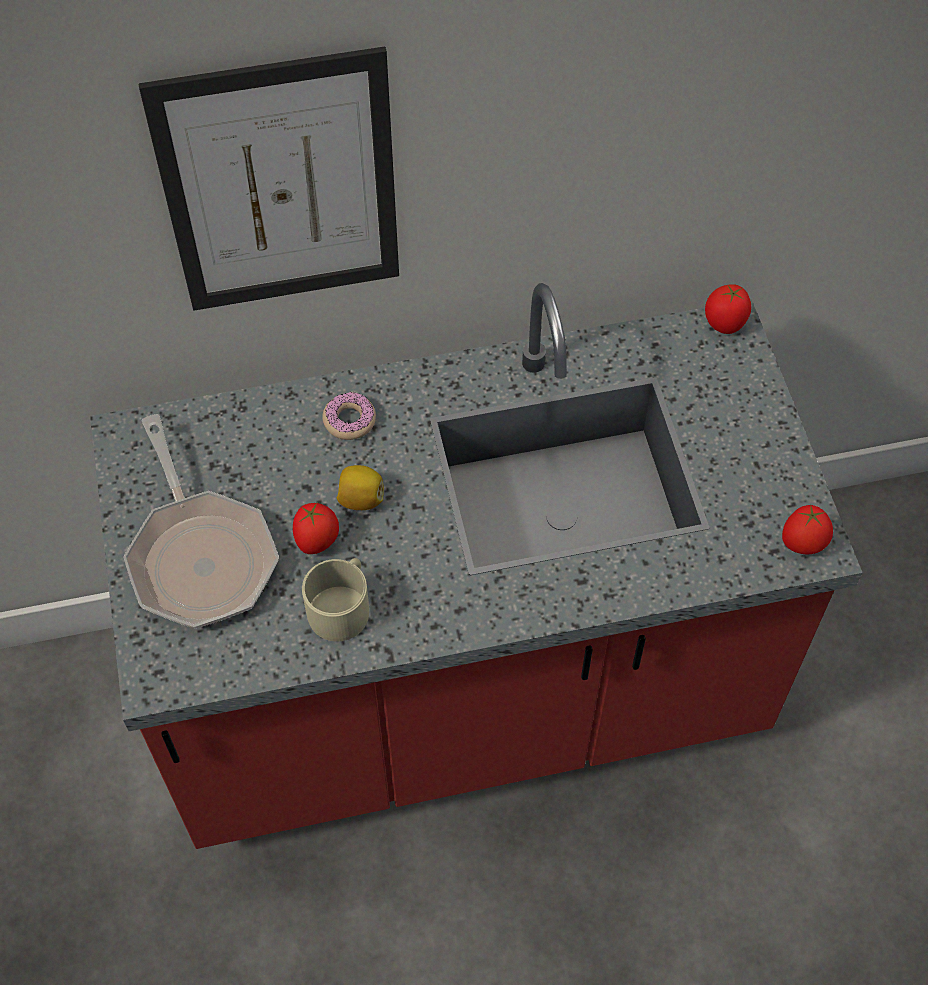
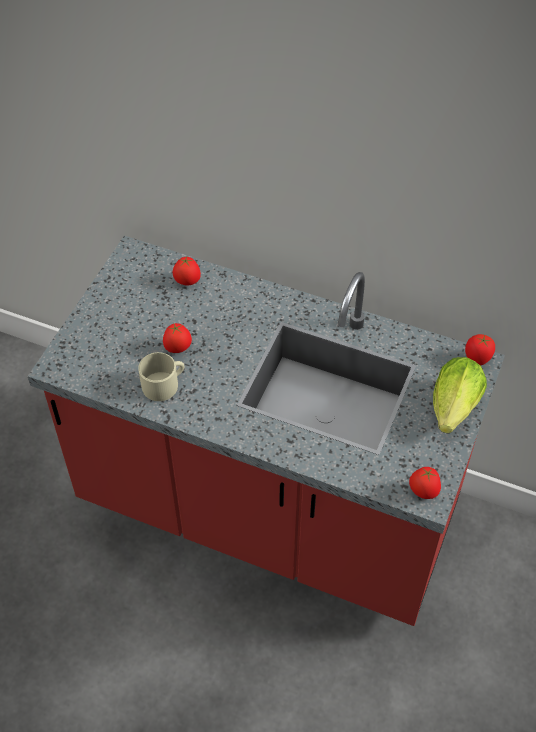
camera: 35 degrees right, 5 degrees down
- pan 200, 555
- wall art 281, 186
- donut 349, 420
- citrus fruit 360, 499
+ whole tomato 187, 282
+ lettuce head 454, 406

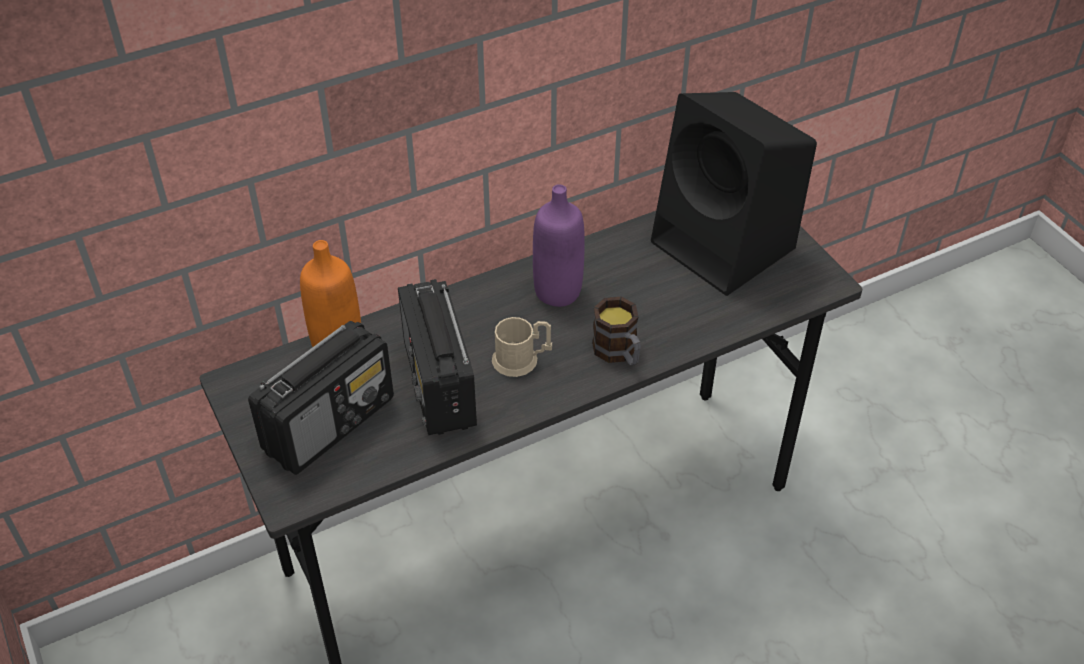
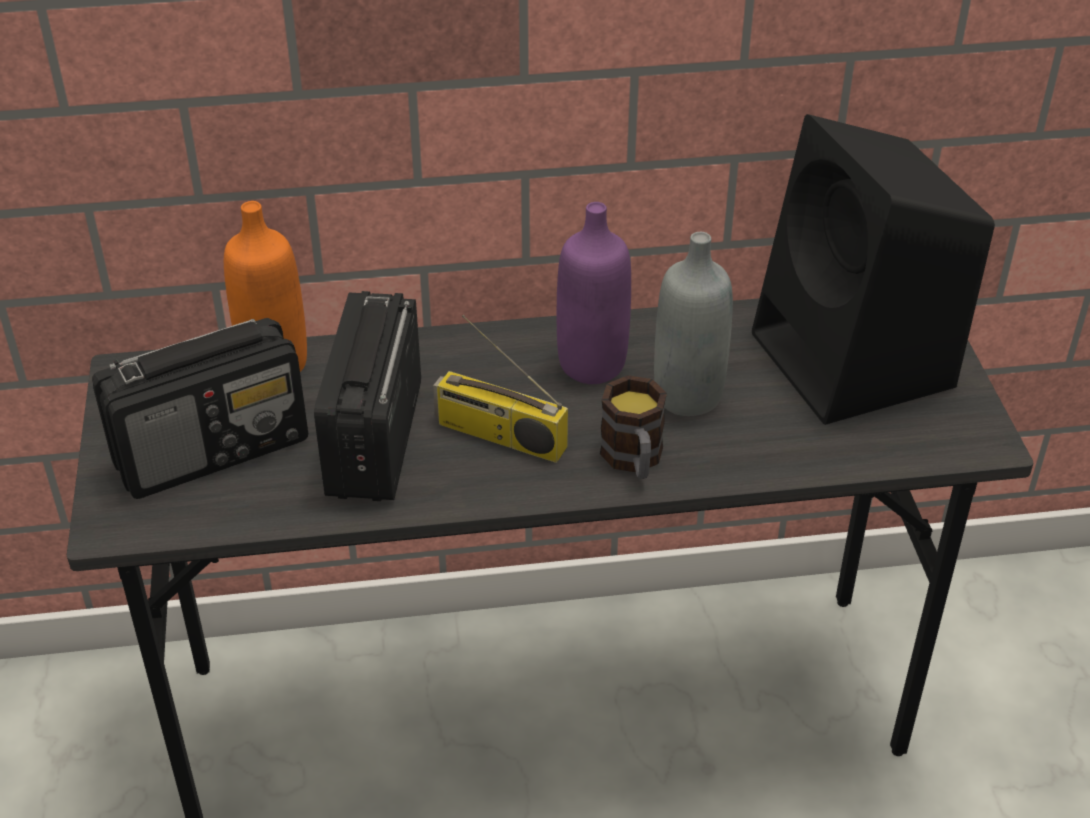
camera: 20 degrees right, 5 degrees down
+ drink bottle (grey) 687, 396
~ tea mug (sand-coloured) 521, 360 to radio set 498, 436

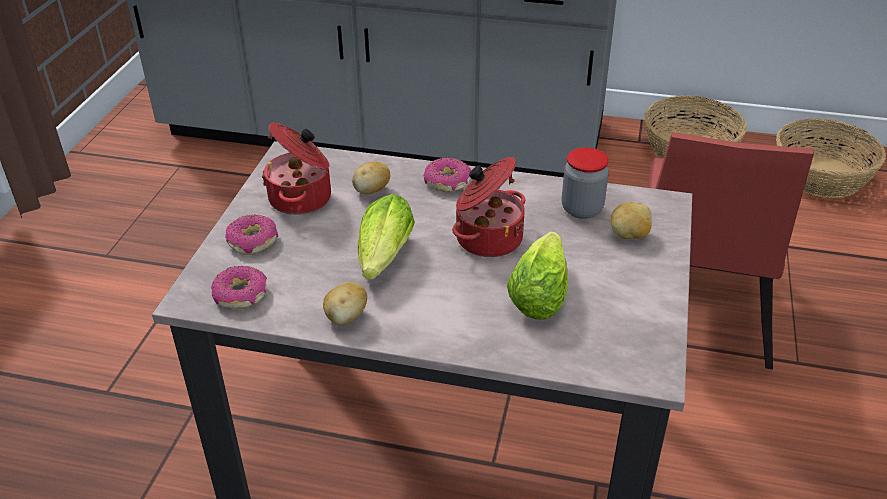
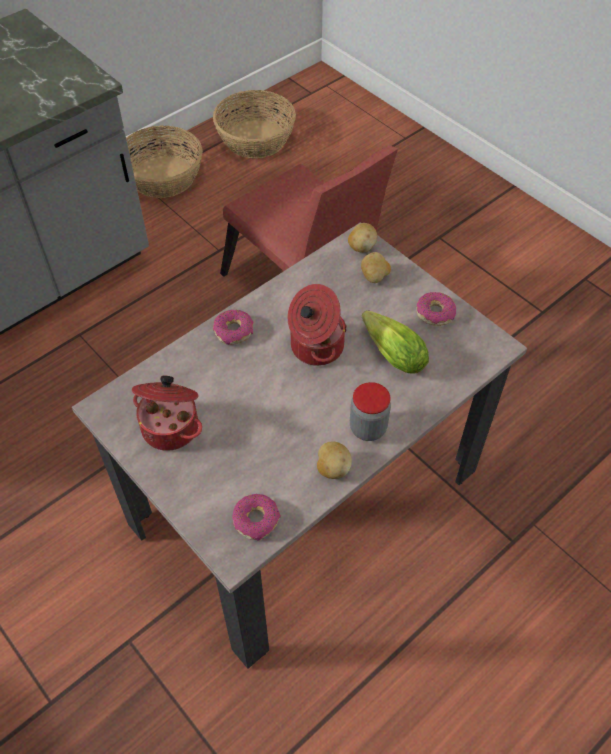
camera: 55 degrees left, 15 degrees up
- lettuce head 382, 260
~ donut 253, 241 to 435, 313
~ whole potato 371, 191 to 361, 247
~ storage jar 582, 209 to 368, 428

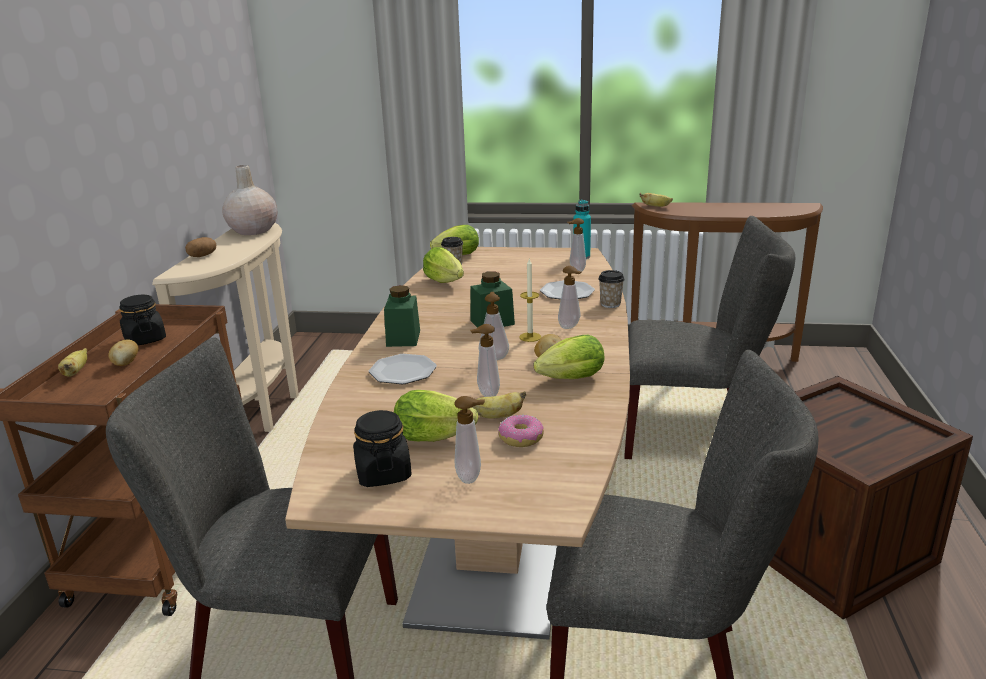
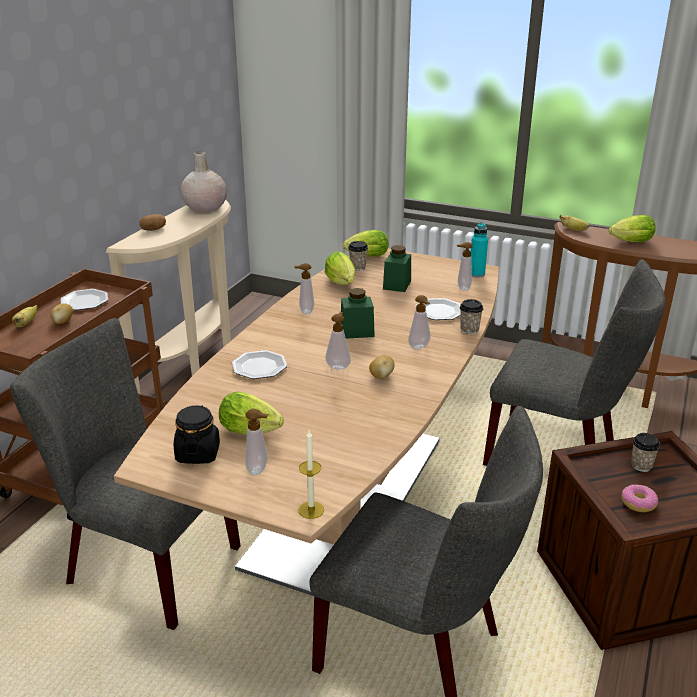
camera: 15 degrees right, 5 degrees up
- banana 497, 416
+ small cup 641, 466
~ storage jar (green-coloured) 403, 338 to 397, 285
~ soap bottle 486, 394 to 305, 311
~ donut 521, 438 to 638, 503
~ wax light 530, 337 to 311, 510
~ lettuce head 568, 380 to 629, 242
~ storage jar (black-coloured) 145, 339 to plate 85, 301

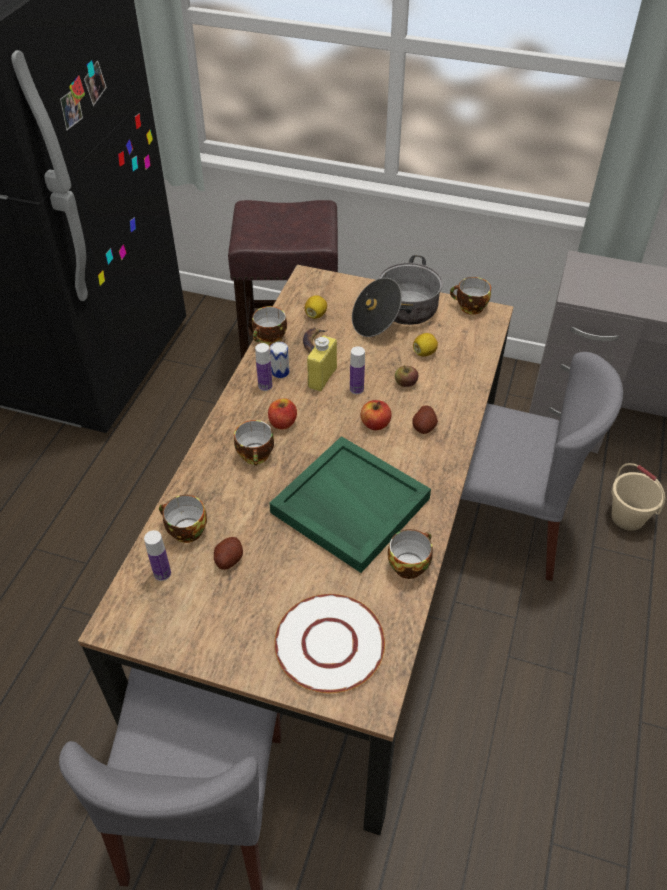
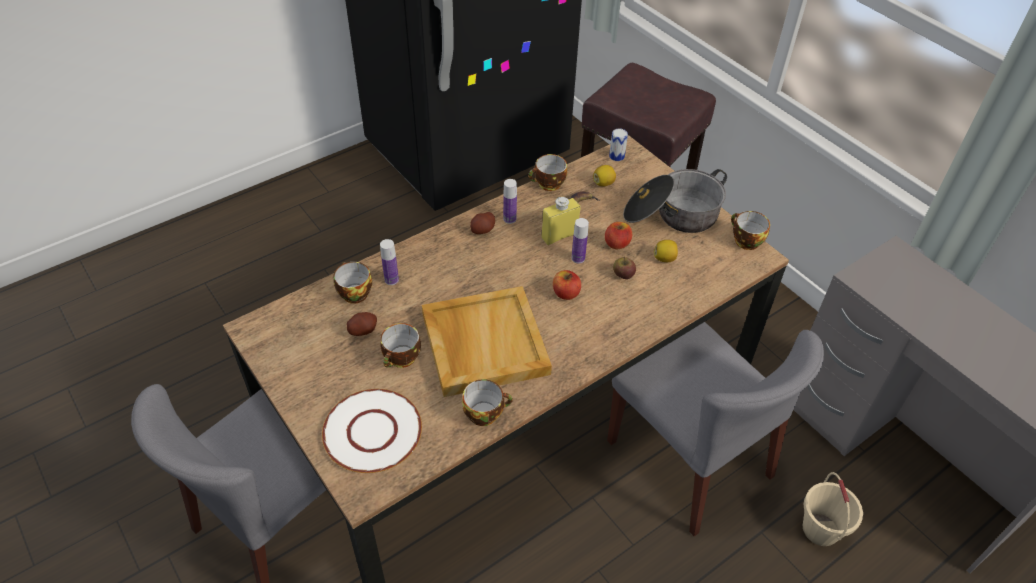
camera: 35 degrees right, 0 degrees up
~ drink bottle 162, 573 to 391, 280
~ small cup 256, 456 to 402, 359
~ apple 282, 423 to 617, 244
~ metal can 280, 372 to 616, 156
~ whole potato 424, 427 to 482, 230
~ tray (green-coloured) 348, 505 to tray (sand-coloured) 483, 343

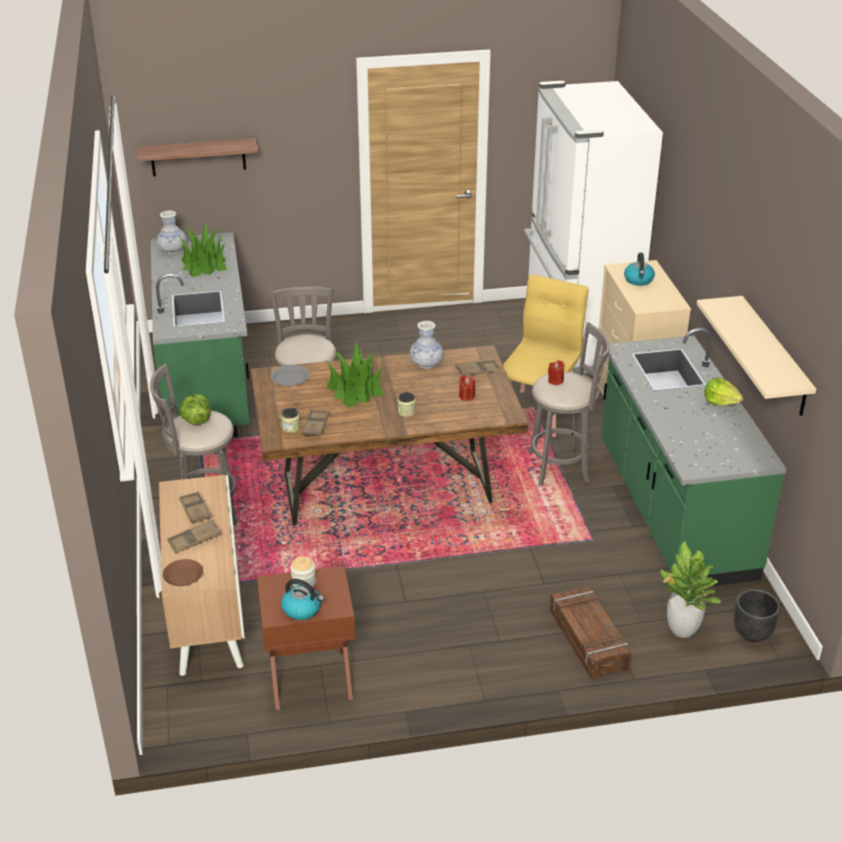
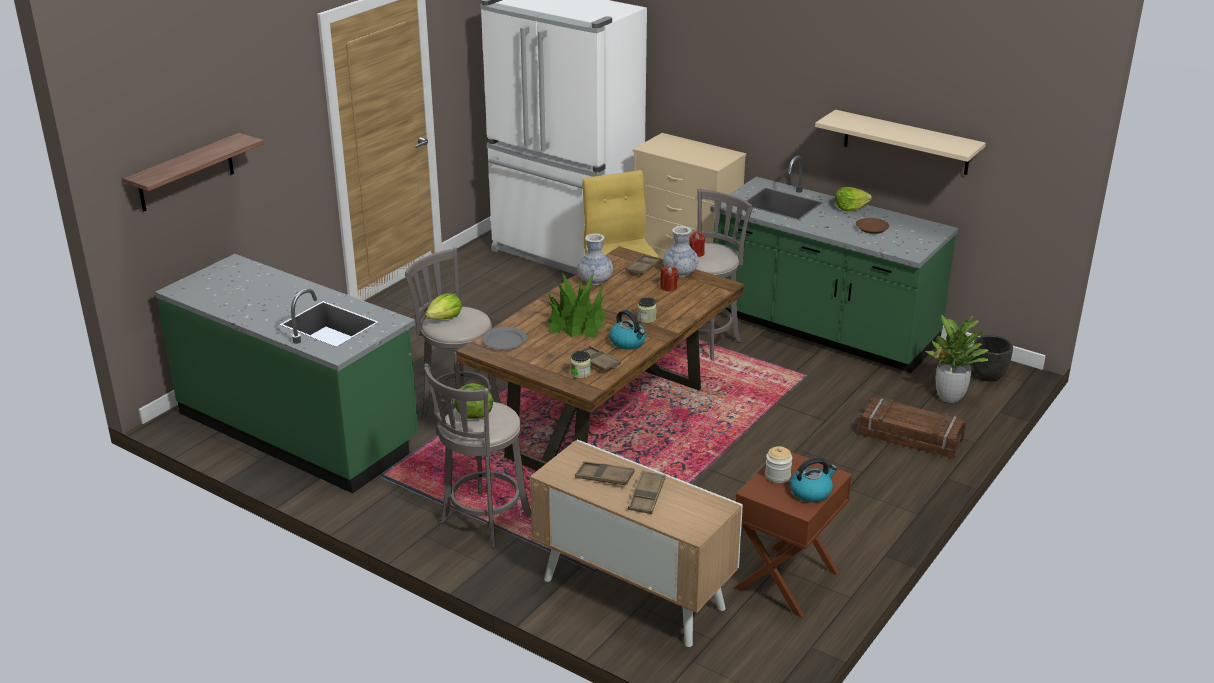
camera: 45 degrees left, 5 degrees down
- houseplant 203, 264
+ lettuce head 445, 318
~ flower vase 172, 250 to 680, 273
~ plate (brown-coloured) 183, 576 to 871, 228
~ water kettle 639, 280 to 628, 342

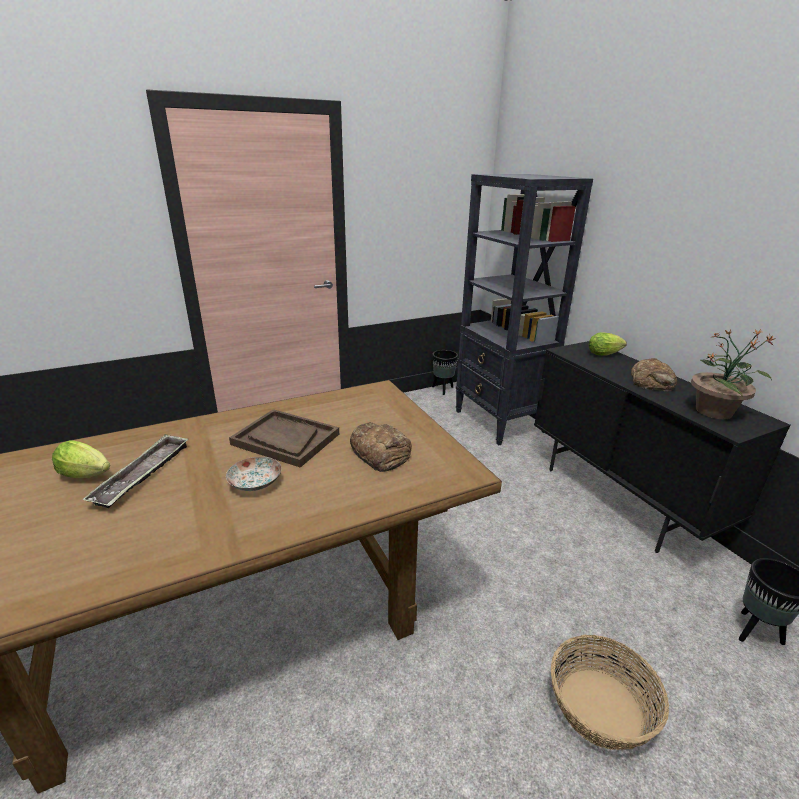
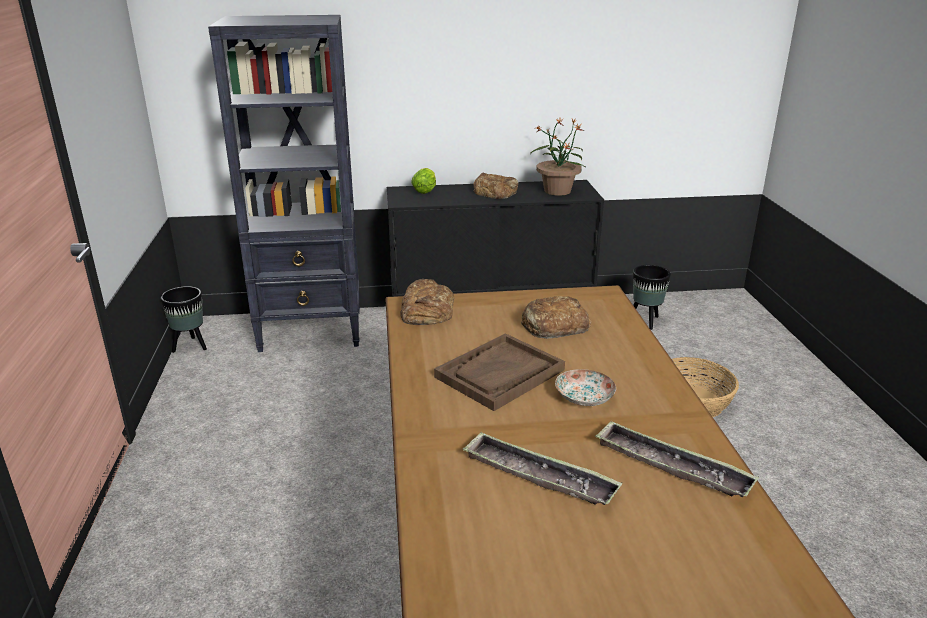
camera: 70 degrees left, 0 degrees up
- lettuce head 88, 475
+ baked bread 426, 310
+ tray 671, 466

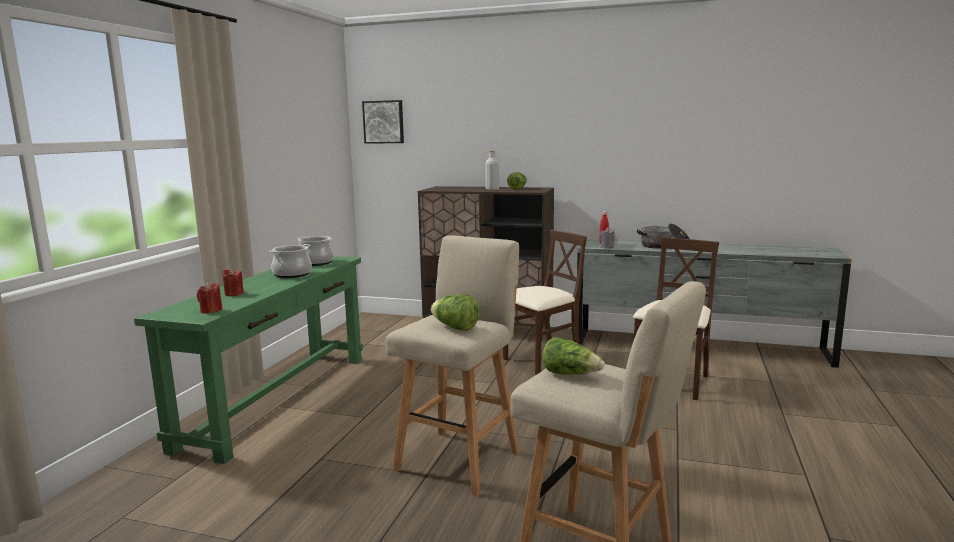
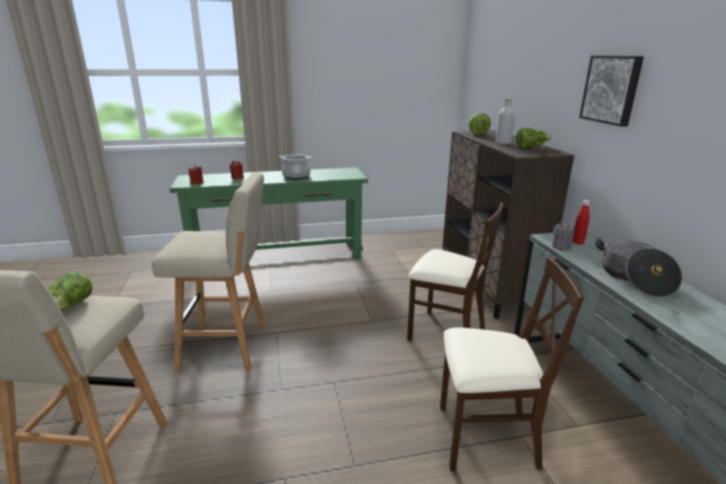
camera: 60 degrees right, 10 degrees up
- stockpot 316, 263
~ wall art 384, 122 to 612, 89
~ lettuce head 455, 328 to 477, 133

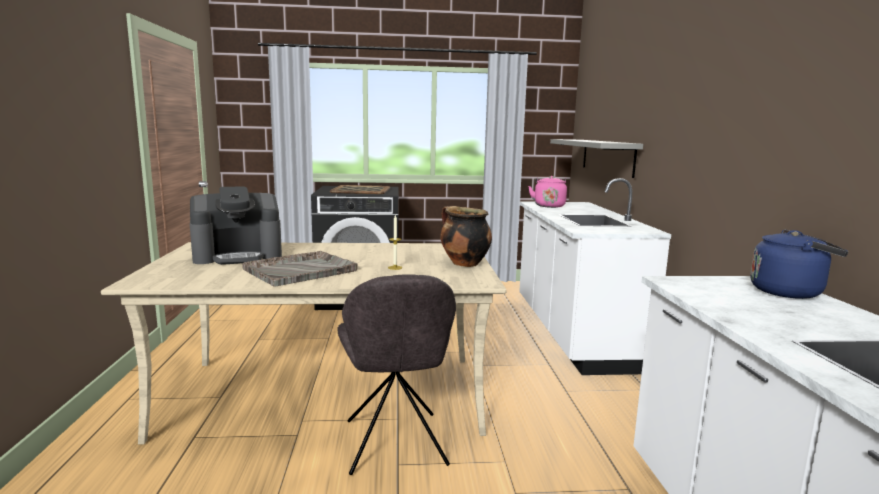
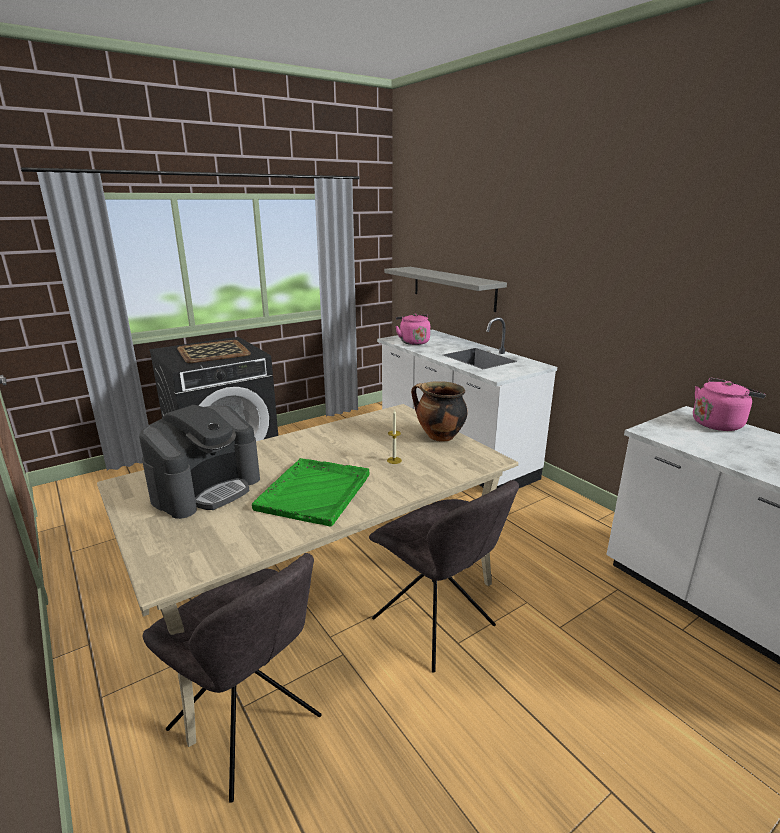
camera: 30 degrees left, 10 degrees up
+ upright chair (grey) 248, 727
~ tray (grey) 301, 270 to tray (green-coloured) 315, 491
~ water kettle (blue) 790, 292 to water kettle (pink-coloured) 719, 424

